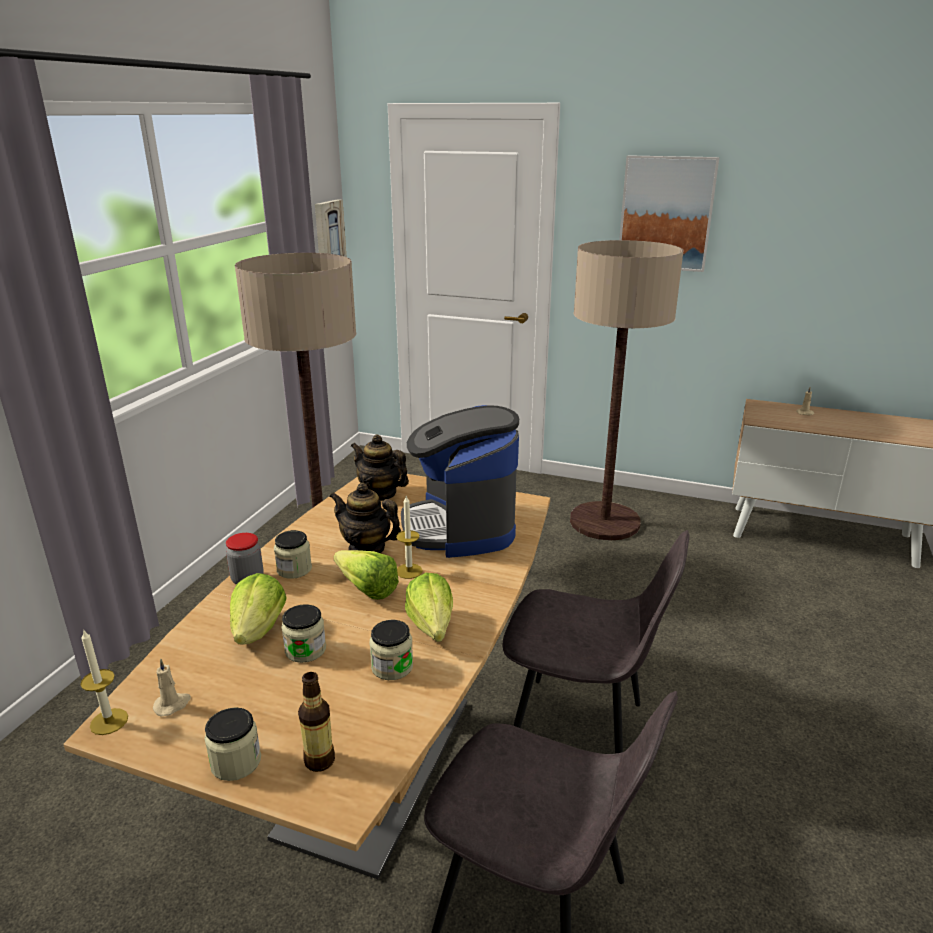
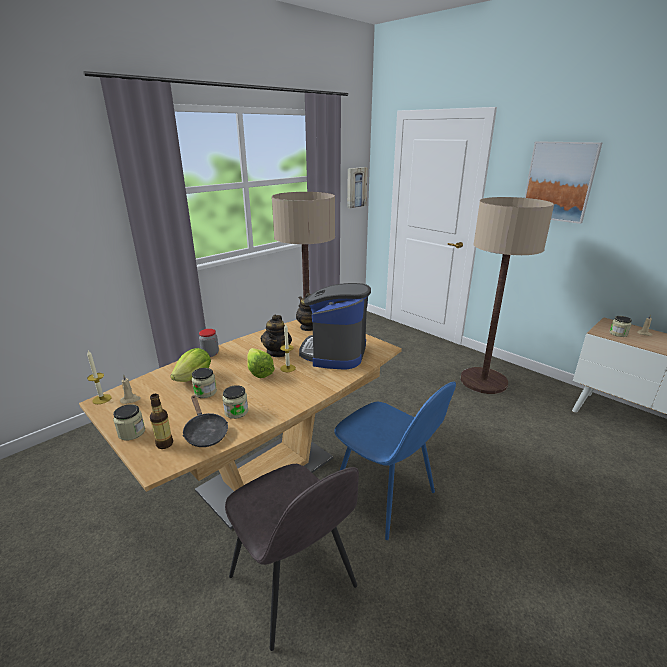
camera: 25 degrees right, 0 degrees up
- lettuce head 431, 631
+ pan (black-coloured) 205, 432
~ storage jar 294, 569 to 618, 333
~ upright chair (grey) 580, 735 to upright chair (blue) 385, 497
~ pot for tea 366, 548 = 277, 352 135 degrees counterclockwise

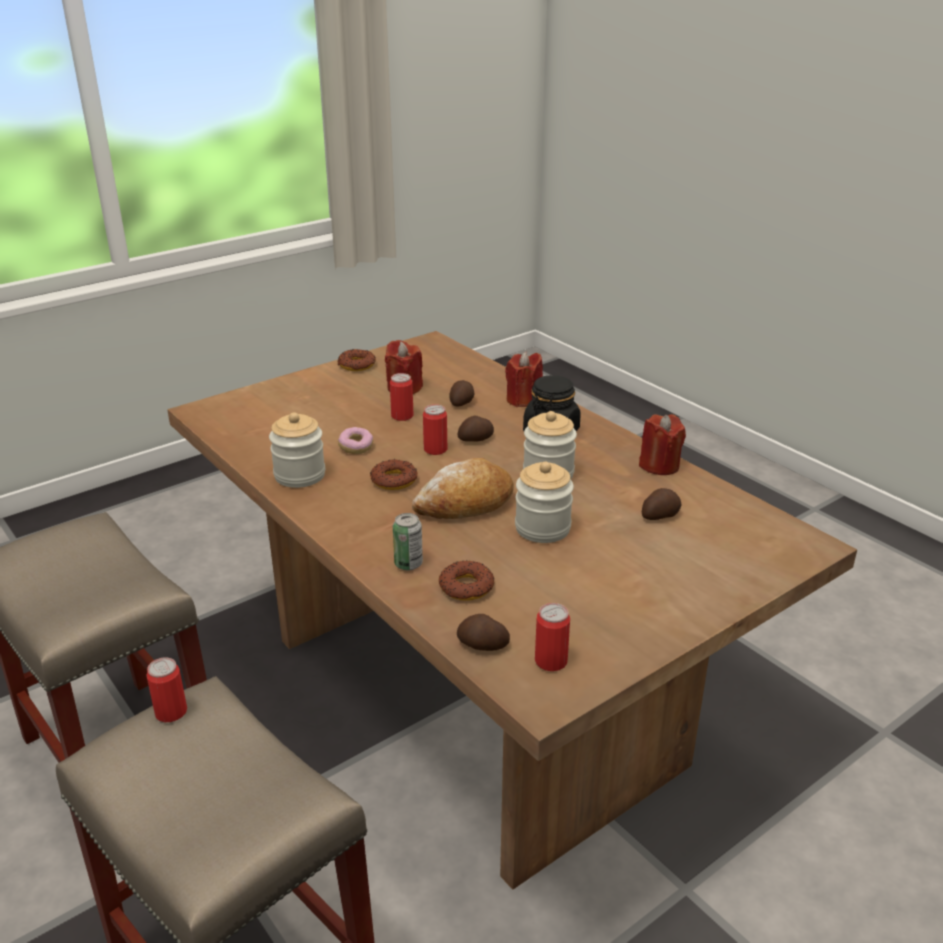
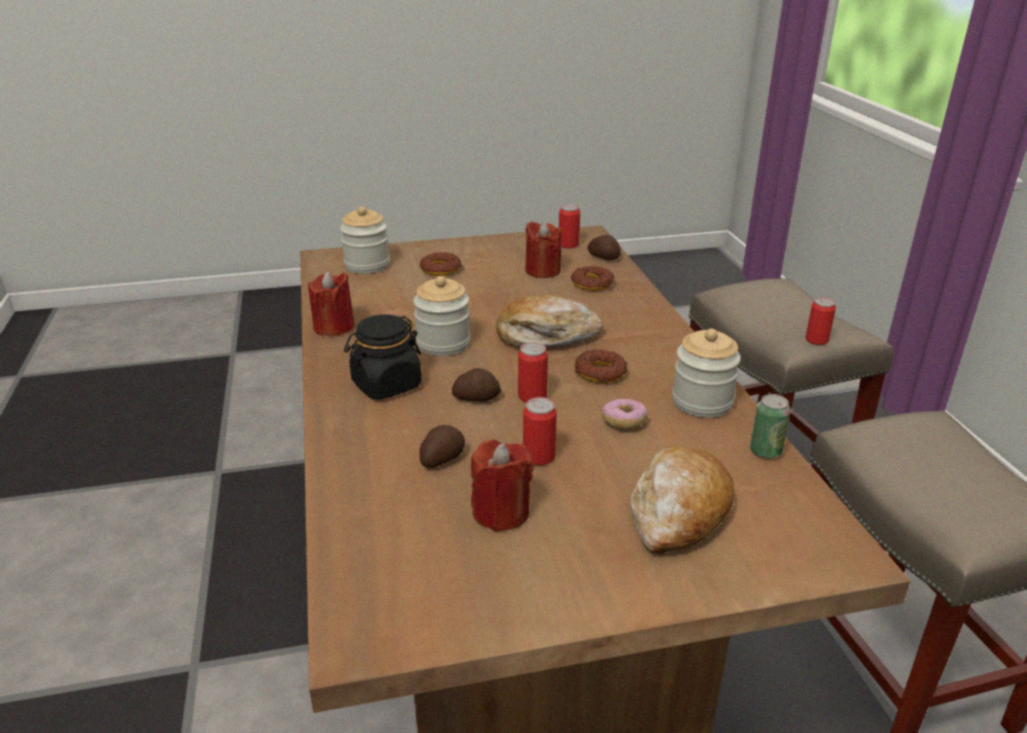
camera: 155 degrees left, 0 degrees up
- whole potato 659, 515
+ baked bread 679, 512
~ donut 357, 365 to 440, 269
~ metal can 408, 564 to 765, 451
~ wax light (reddish) 523, 400 to 542, 270
~ storage jar 542, 528 to 367, 265

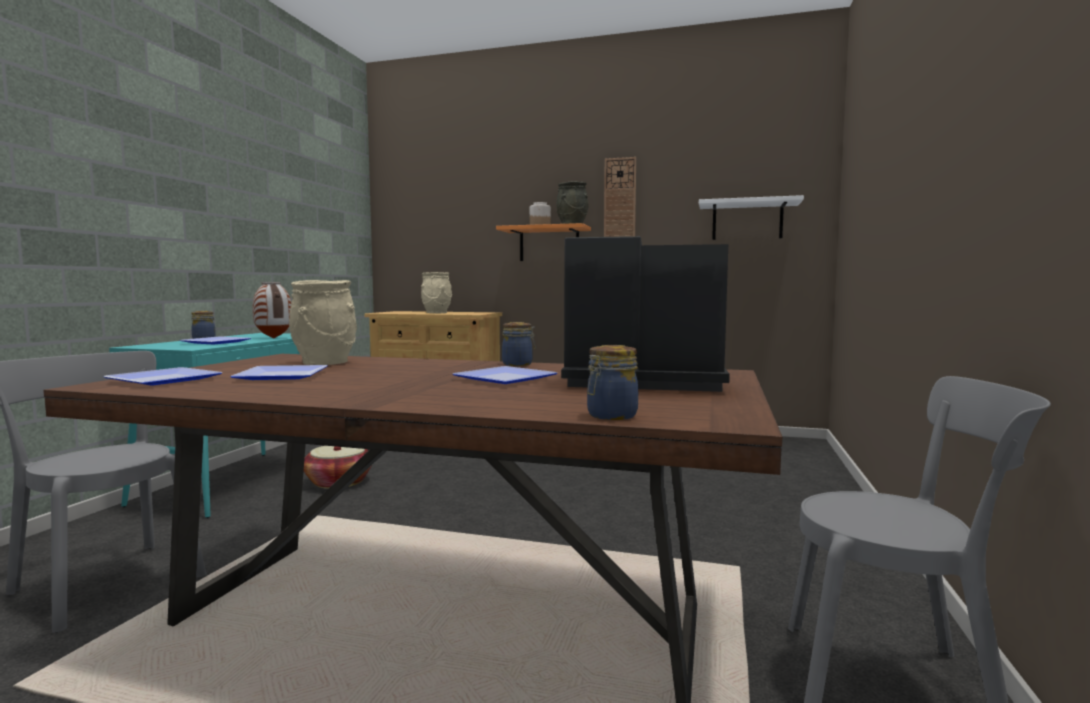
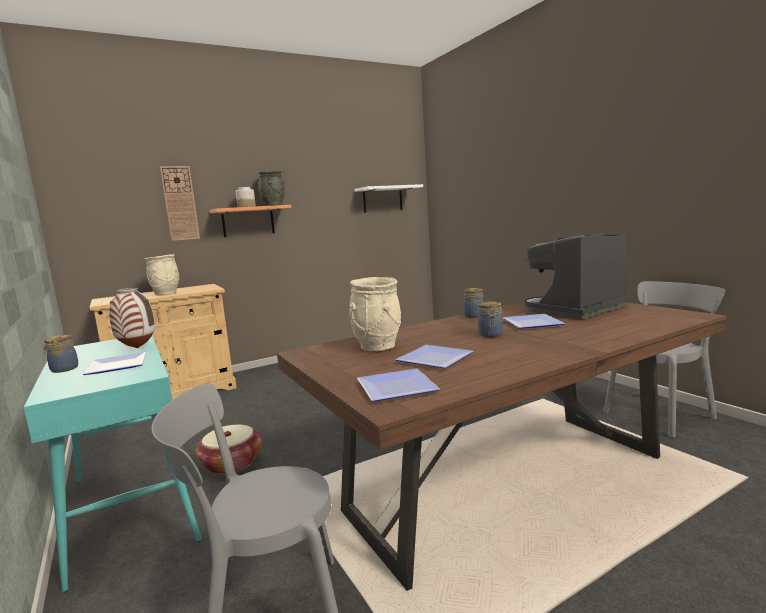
camera: 45 degrees left, 5 degrees up
~ storage jar 610, 416 to 490, 335
~ wall clock 620, 201 to 180, 203

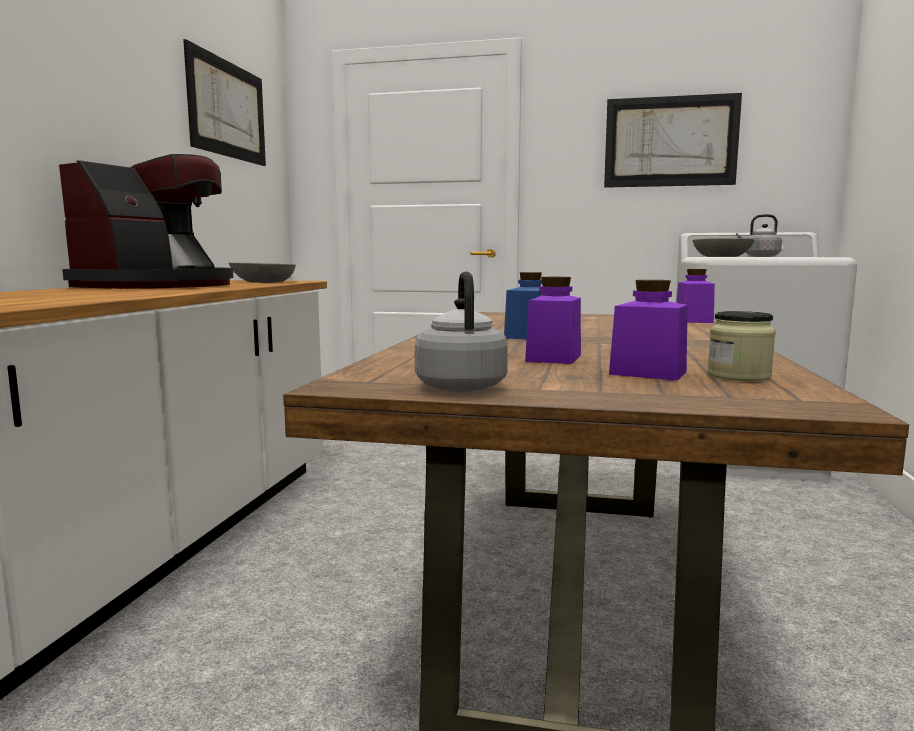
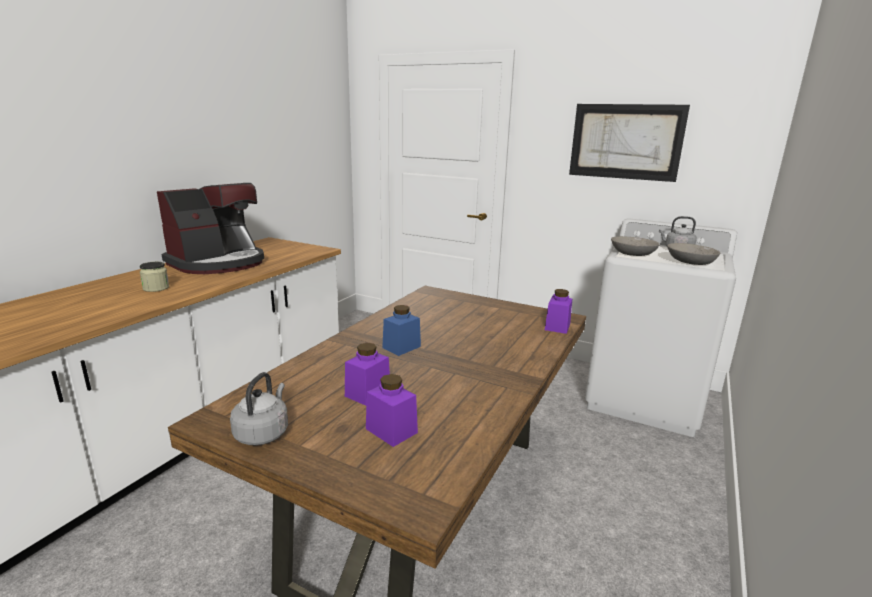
camera: 15 degrees right, 10 degrees up
- wall art 228, 109
~ deep dish (grey) 263, 282 to 690, 262
~ storage jar 739, 376 to 156, 288

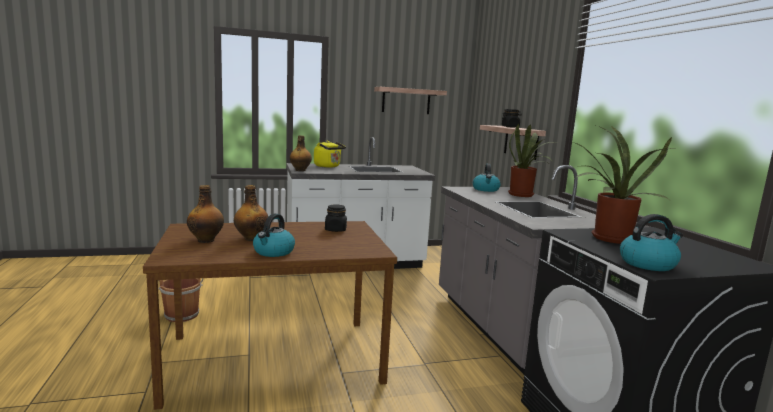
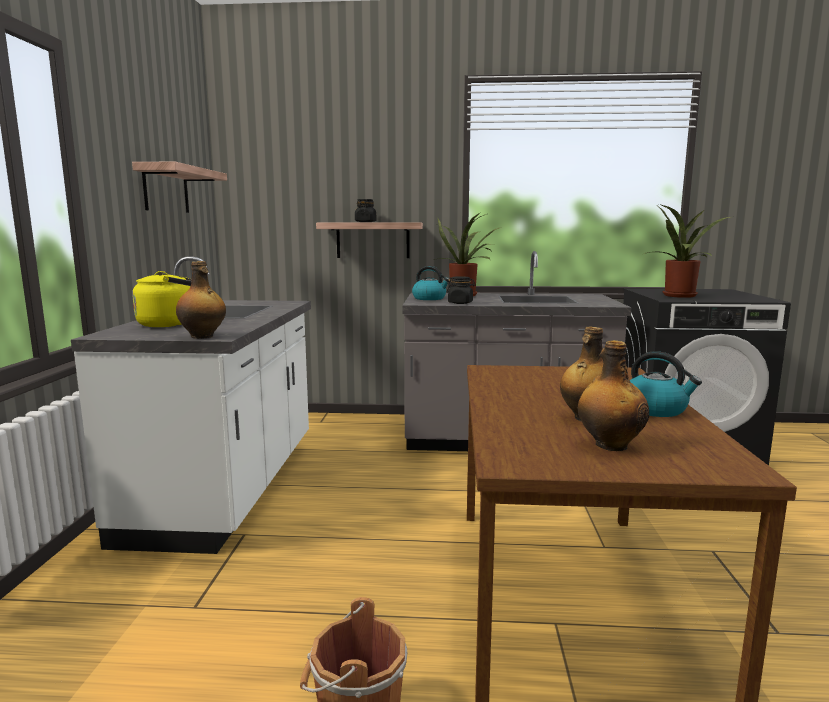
camera: 70 degrees left, 0 degrees up
- water kettle 648, 264
~ storage jar (black-coloured) 335, 230 to 460, 303

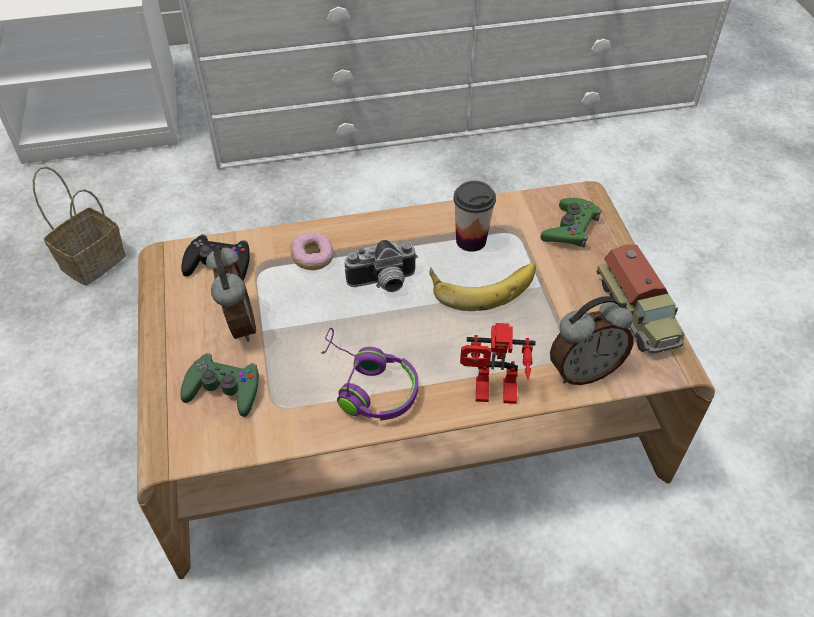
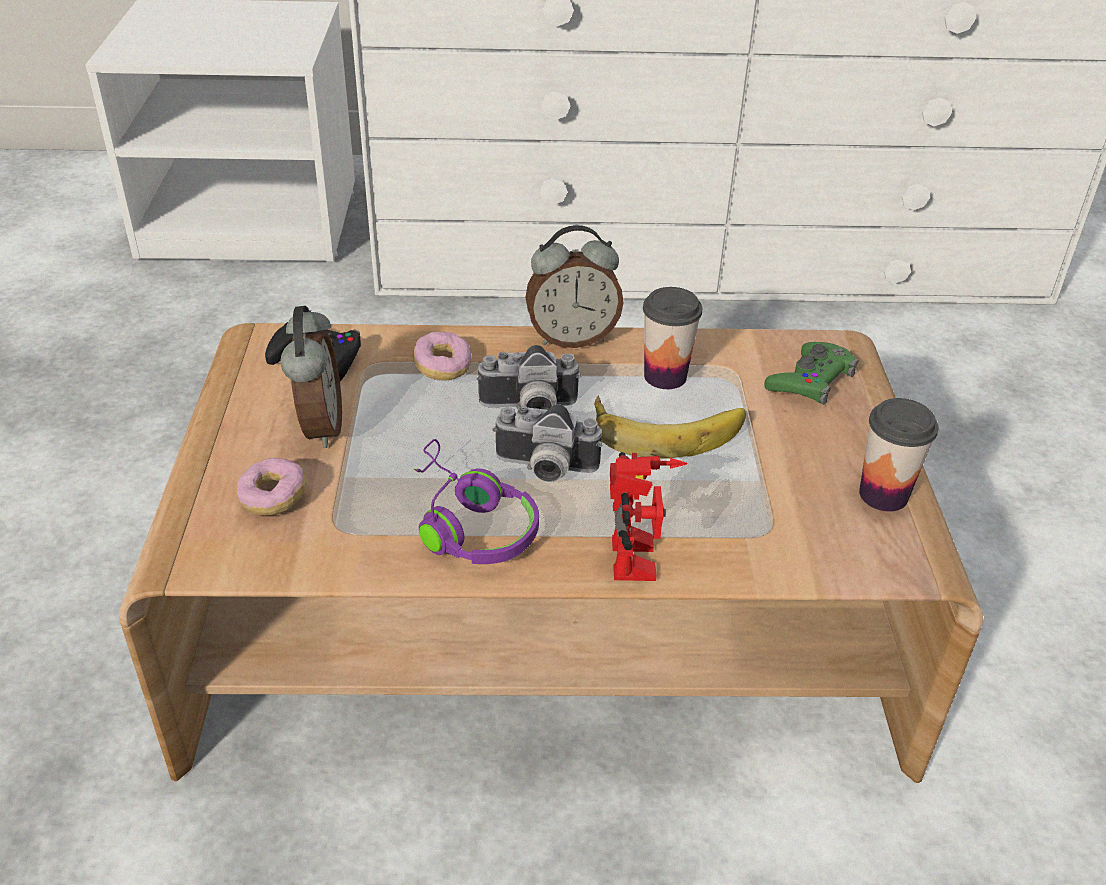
camera: 10 degrees right, 10 degrees down
- storage basket 94, 260
+ photo camera 544, 469
~ bedside clock 583, 370 to 572, 338
~ joypad (green-coloured) 223, 389 to donut 273, 498
~ model truck 637, 313 to small cup 883, 495
~ model robot 492, 395 = 642, 563 105 degrees counterclockwise

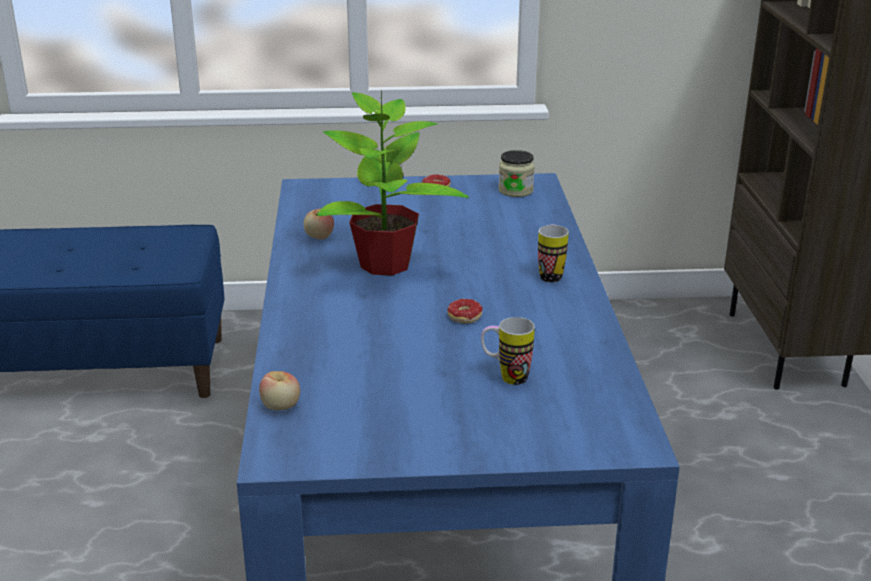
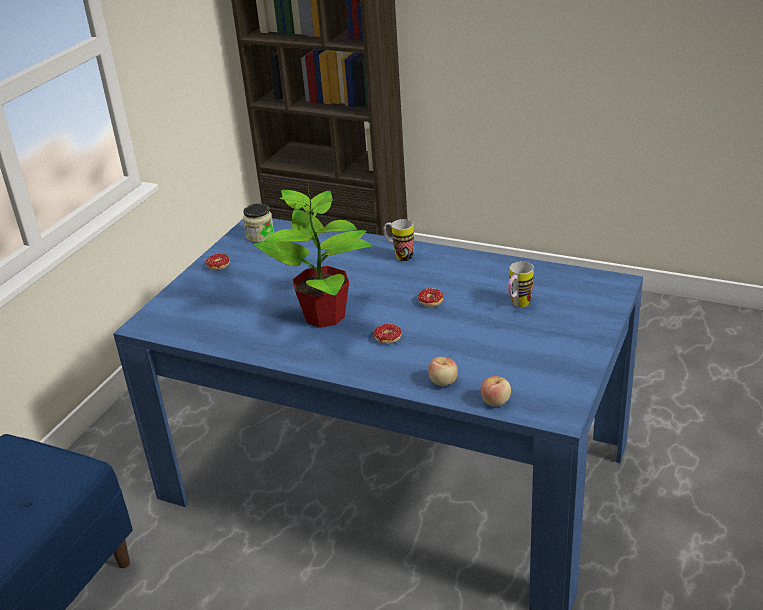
camera: 60 degrees left, 5 degrees up
+ donut 389, 341
~ apple 319, 237 to 443, 382

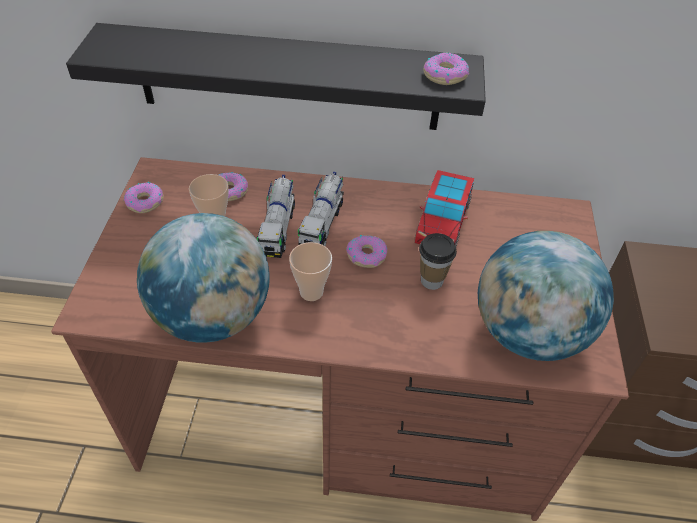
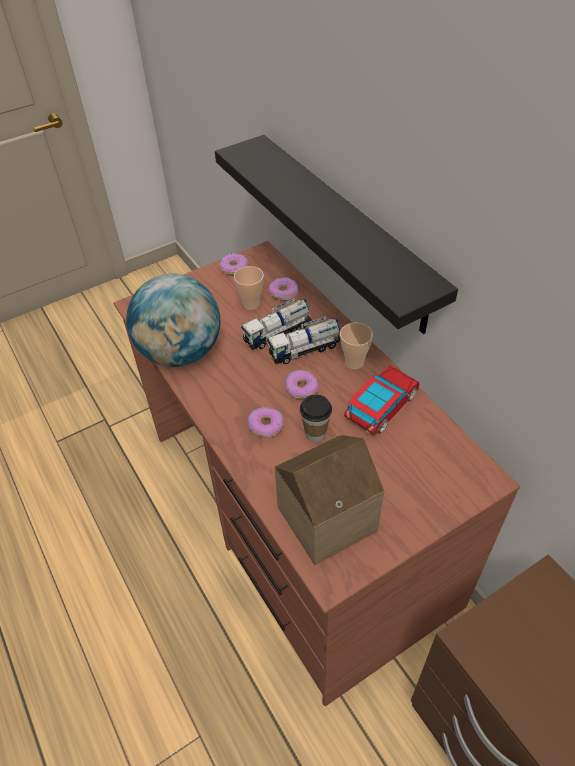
camera: 55 degrees right, 0 degrees up
~ small cup 311, 292 to 354, 362
~ donut 445, 75 to 265, 425
~ world globe 527, 332 to miniature house 323, 515
~ model car 443, 220 = 381, 407 150 degrees clockwise

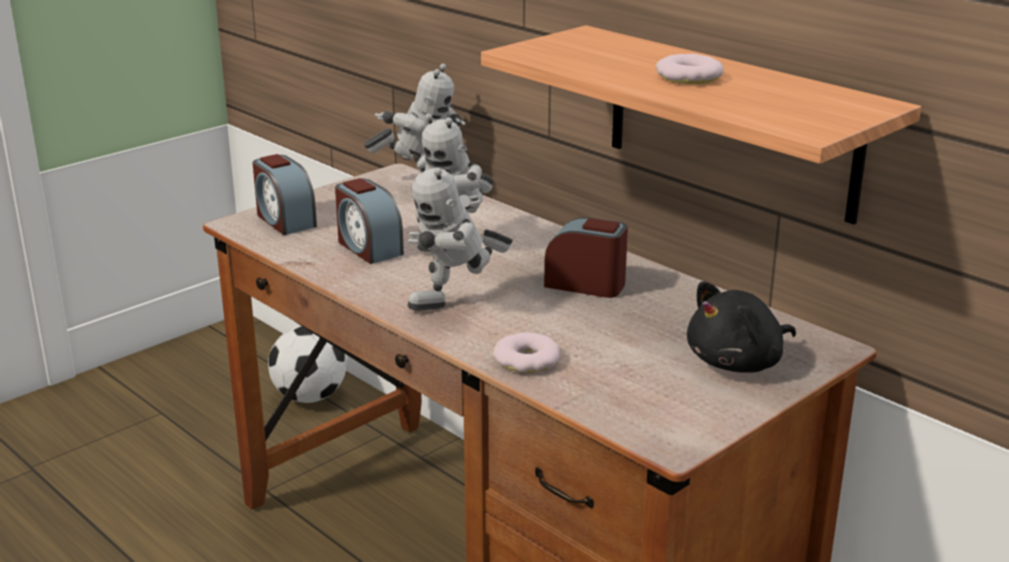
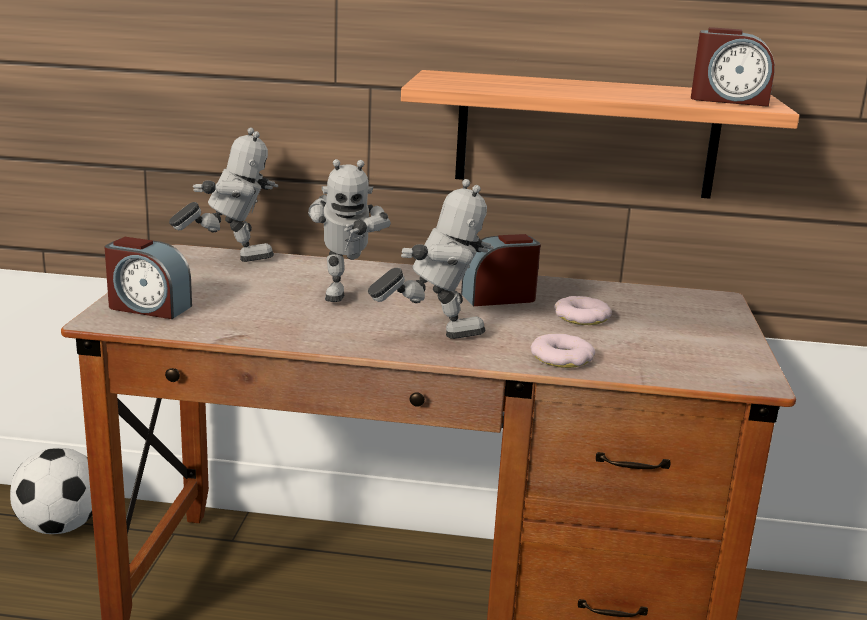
camera: 40 degrees left, 5 degrees down
- soft toy (black-coloured) 738, 363
~ bedside clock 368, 247 to 728, 100
~ donut 688, 77 to 582, 317
~ model robot 457, 304 = 433, 334 120 degrees counterclockwise

